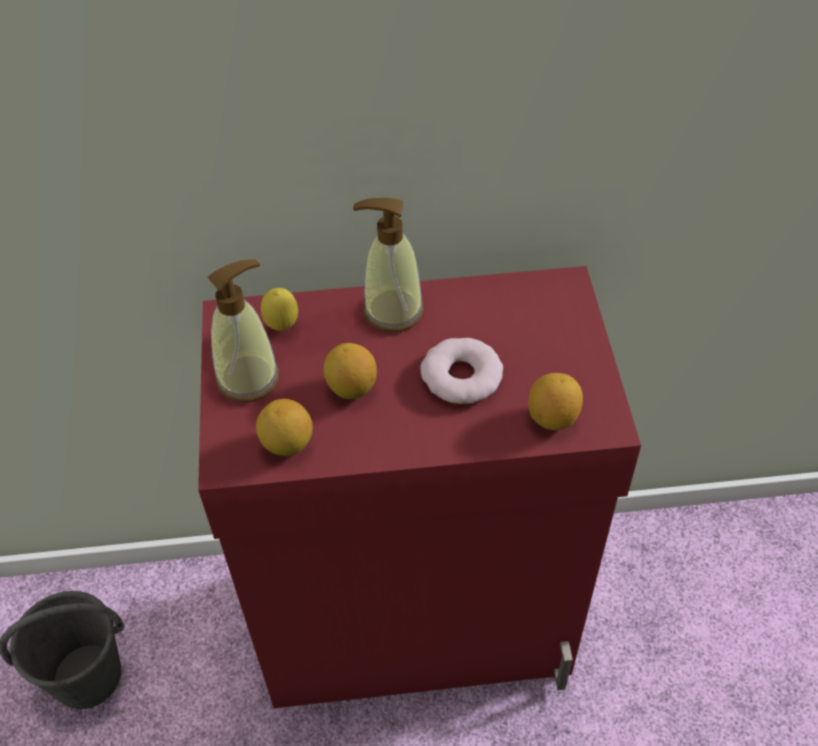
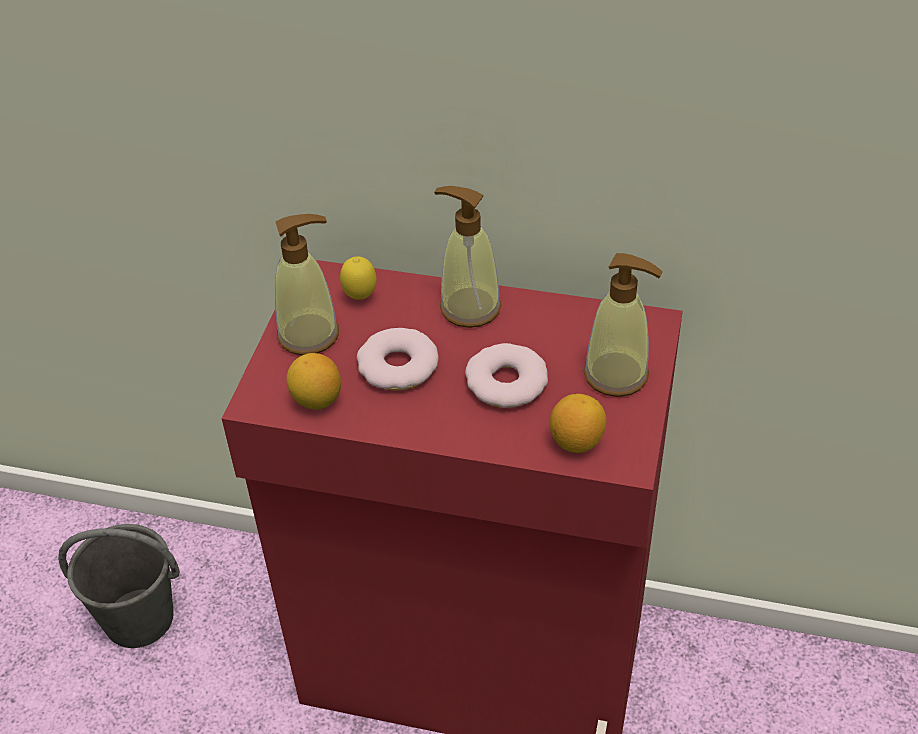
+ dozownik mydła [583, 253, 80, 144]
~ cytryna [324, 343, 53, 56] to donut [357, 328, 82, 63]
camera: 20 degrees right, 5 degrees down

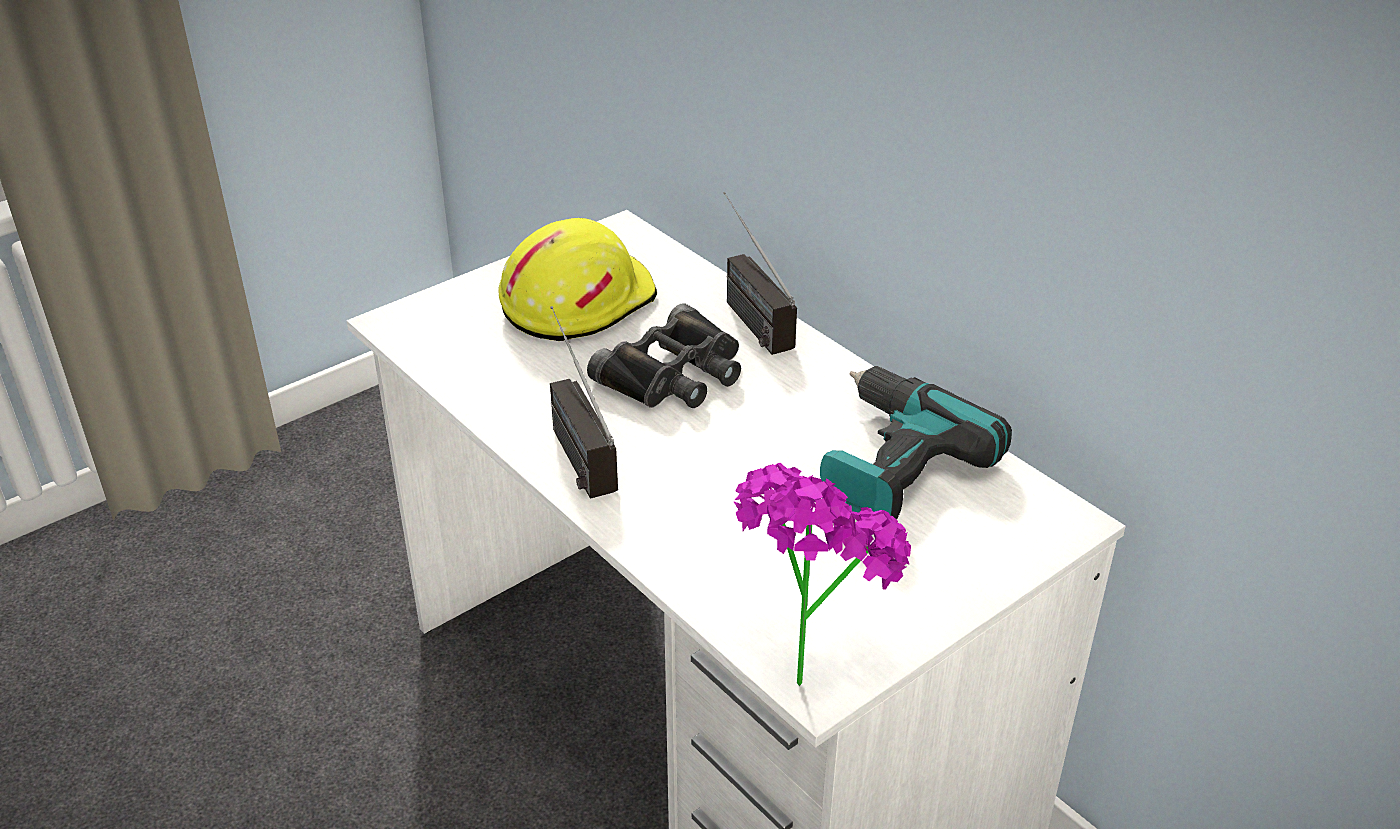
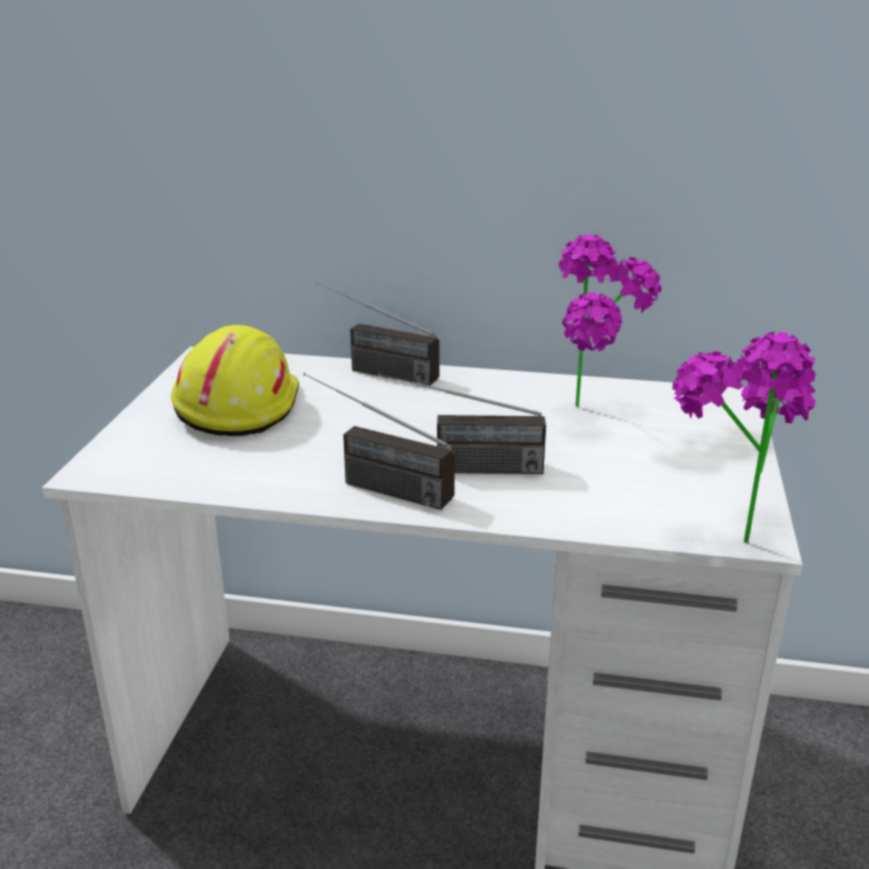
- lornetka [czarny] [587, 303, 154, 105]
+ radio [378, 373, 168, 101]
~ wiertarka [820, 366, 192, 154] to roślina doniczkowa [559, 234, 102, 173]
camera: 40 degrees left, 10 degrees down

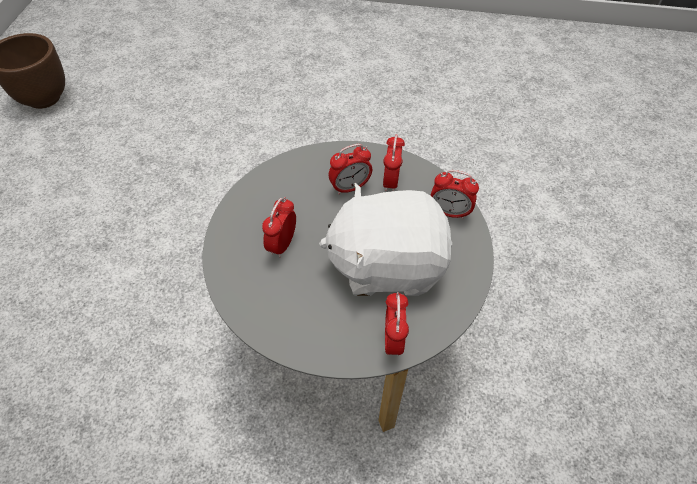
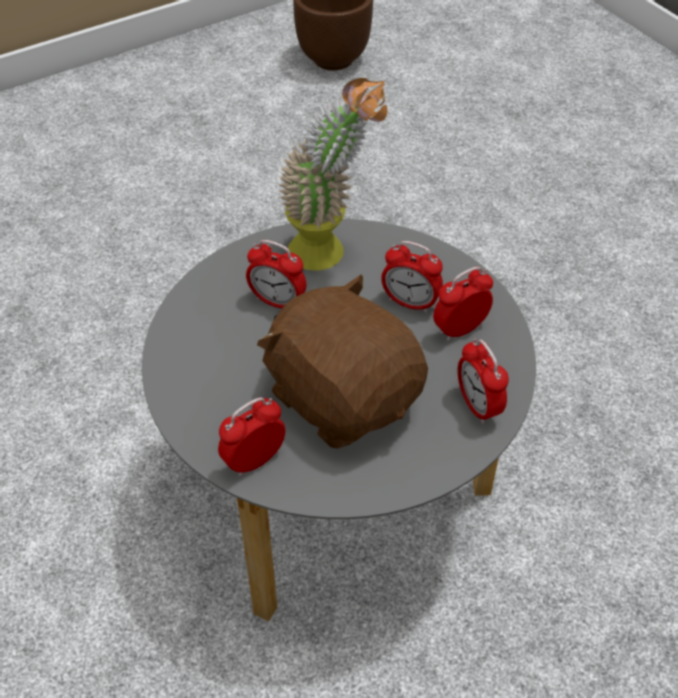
+ roślina doniczkowa [278, 78, 109, 193]
~ pluszak [biały] [319, 183, 133, 113] to pluszak [brązowy] [257, 275, 171, 174]
~ budzik [262, 197, 34, 60] = [246, 240, 60, 68] 135 degrees counterclockwise
camera: 50 degrees right, 5 degrees down

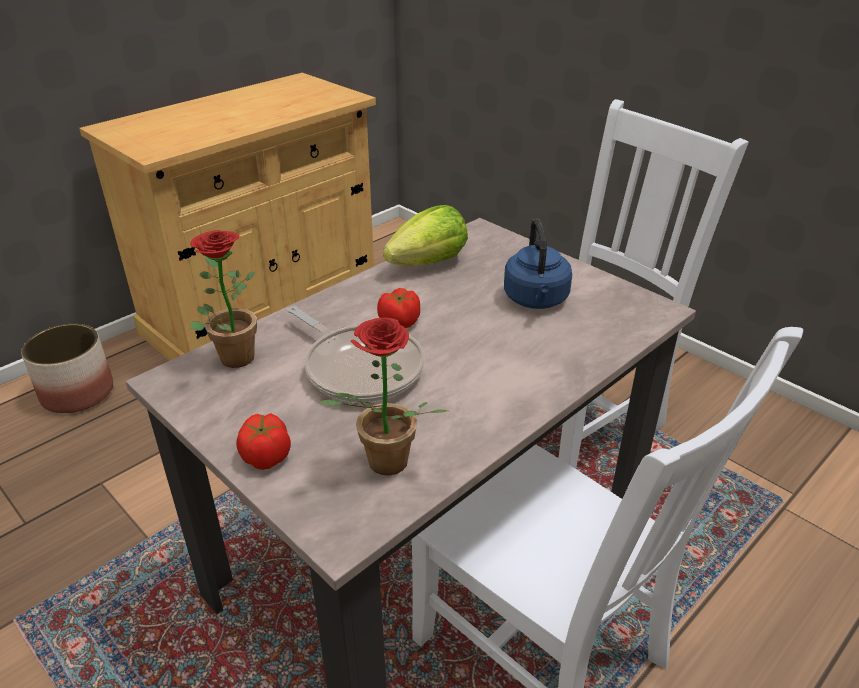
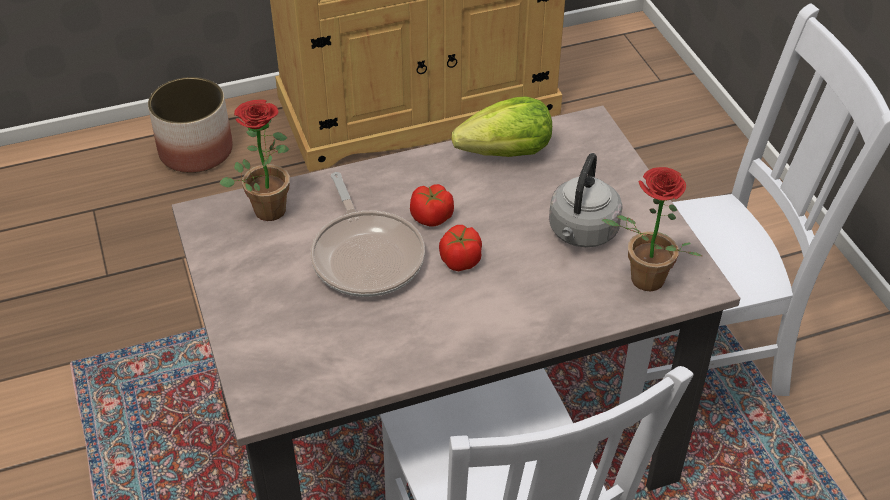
~ pomidor [236, 413, 55, 57] to [439, 225, 43, 46]
~ roślina doniczkowa [319, 318, 129, 158] to [601, 167, 102, 124]
~ czajnik [niebieski] [504, 218, 68, 91] to czajnik [szary] [549, 153, 74, 94]
camera: 25 degrees right, 10 degrees up

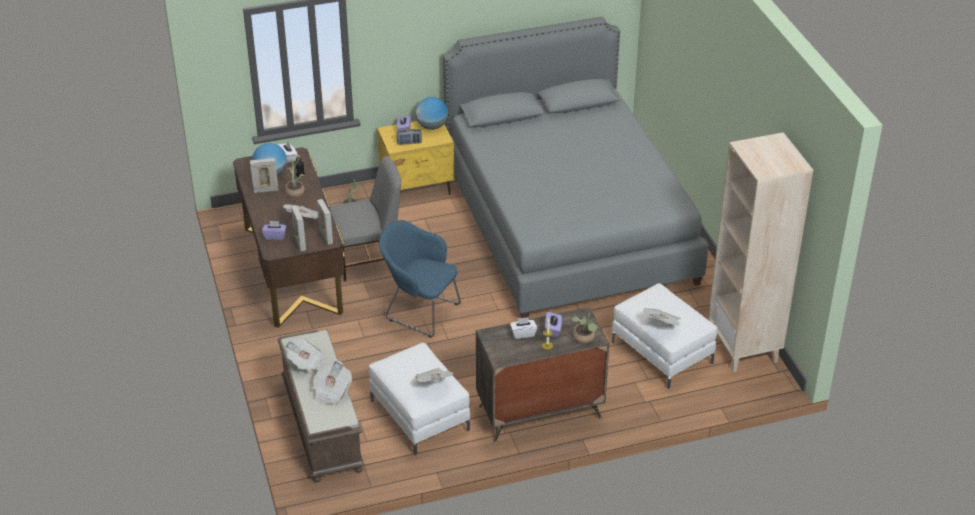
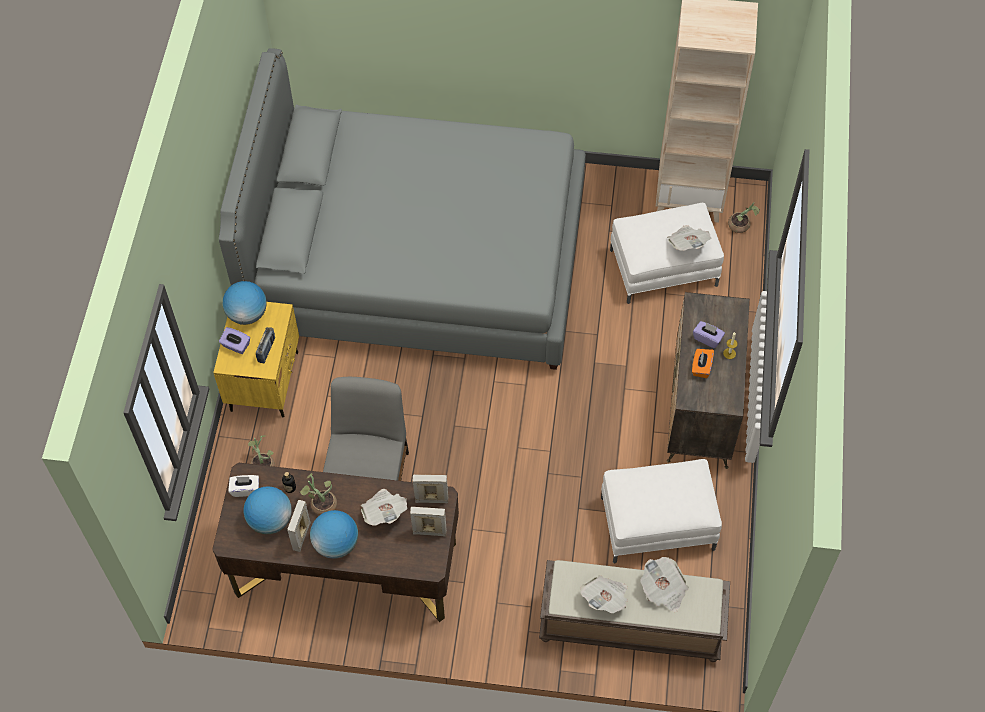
- pudełko chusteczek [fioletowy] [262, 221, 25, 19]
- fotel [niebieski] [379, 220, 82, 118]
- gazeta [415, 368, 39, 14]
+ globus [310, 510, 48, 49]
~ roślina doniczkowa [572, 313, 25, 30] to [728, 202, 32, 31]
~ pudełko chusteczek [biały] [510, 317, 27, 22] to pudełko chusteczek [pomarańczowy] [692, 349, 22, 29]
camera: 65 degrees left, 20 degrees up

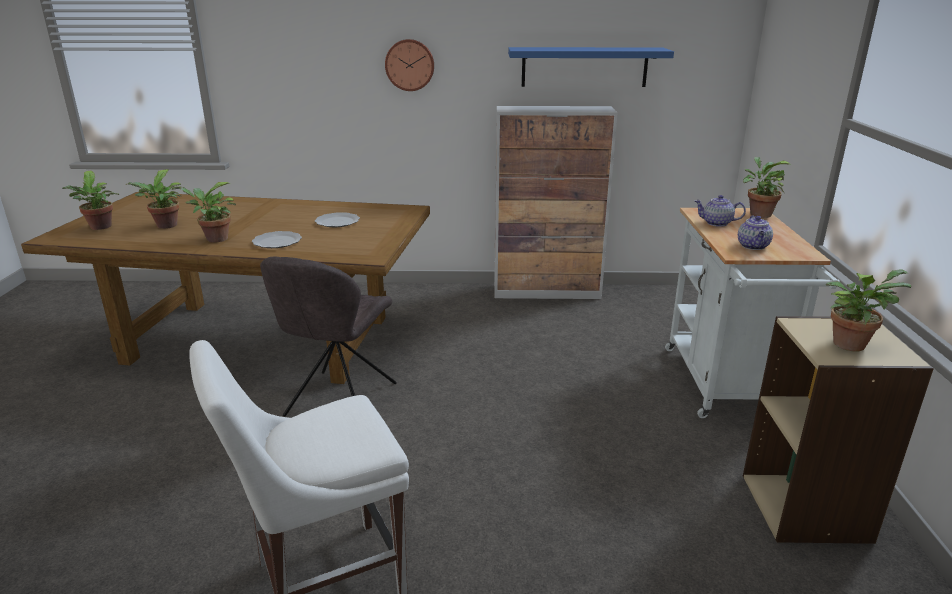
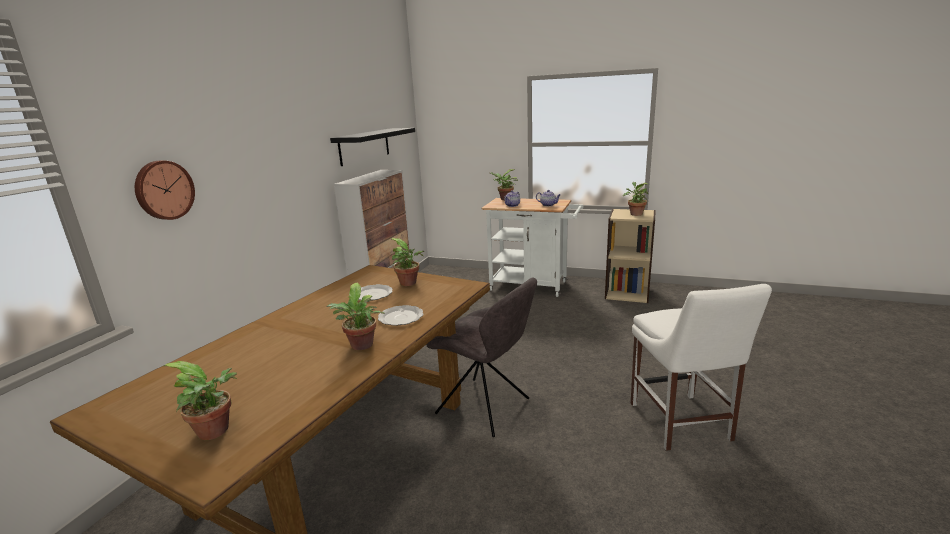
~ roślina doniczkowa [126, 169, 56, 60] to [391, 238, 33, 48]
~ zegar ścienny [385, 39, 49, 52] to [135, 161, 60, 59]
~ półka [niebieski] [508, 47, 166, 40] to półka [czarny] [330, 128, 85, 38]
camera: 70 degrees left, 5 degrees down

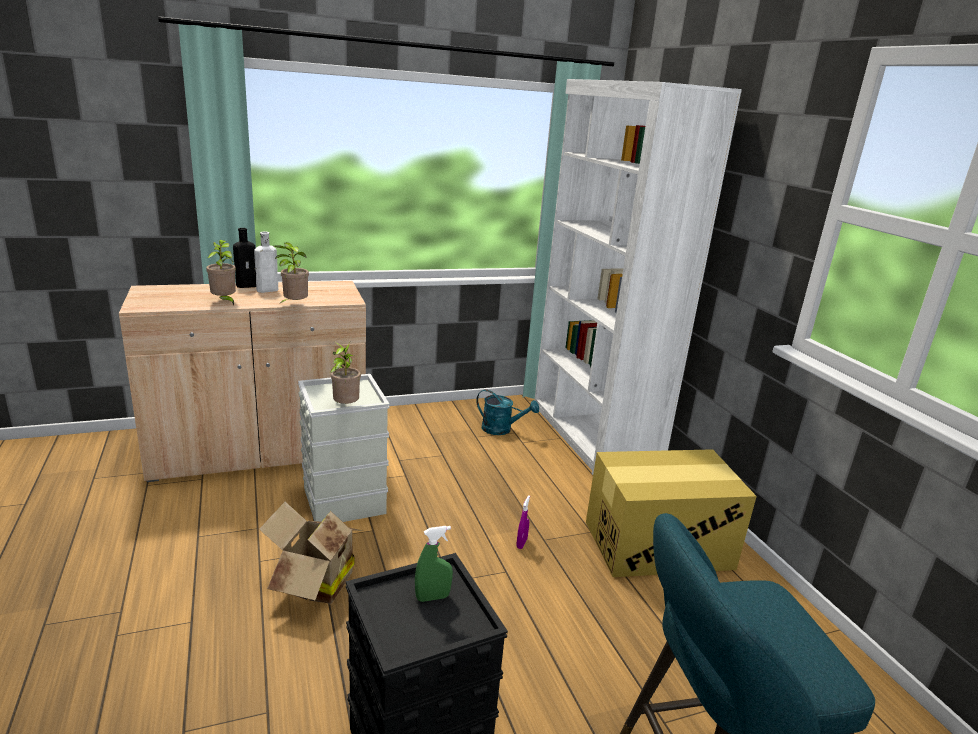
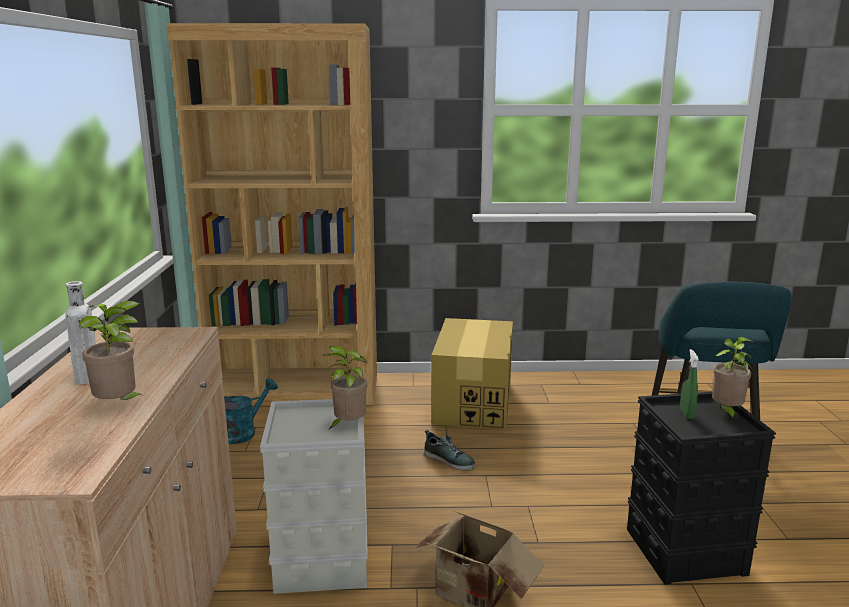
- butelka [czarny] [233, 228, 23, 60]
~ roślina doniczkowa [274, 242, 35, 61] to [712, 337, 41, 85]
~ spryskiwacz [fioletowy] [516, 495, 14, 54] to but [424, 430, 51, 41]
~ regał [biały] [535, 79, 207, 396] to regał [brązowy] [167, 23, 210, 382]
camera: 70 degrees left, 5 degrees down

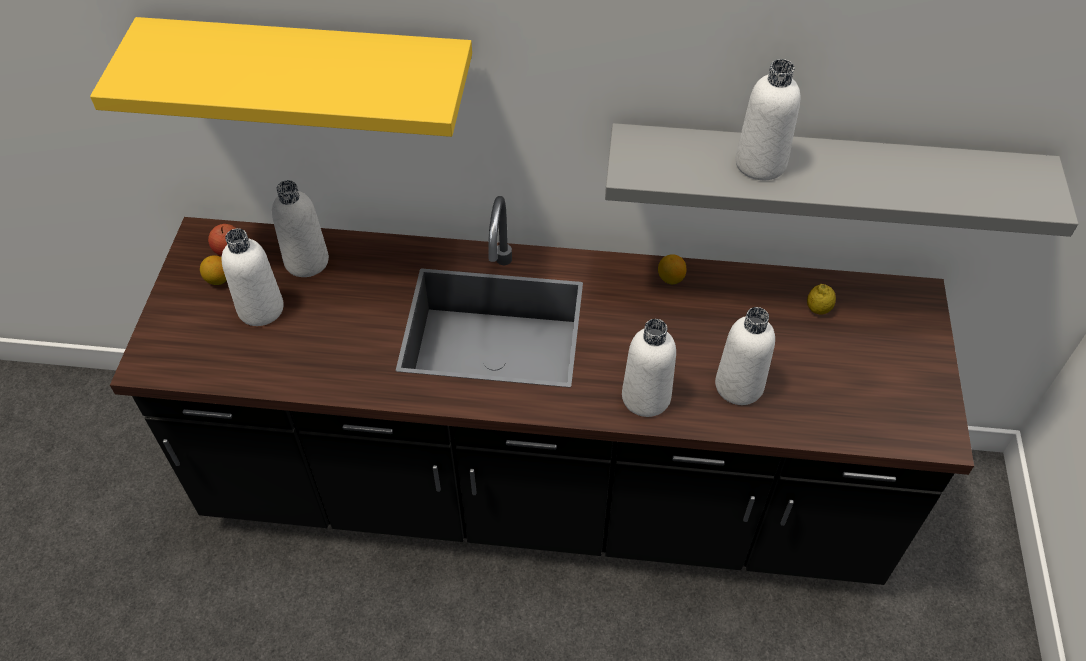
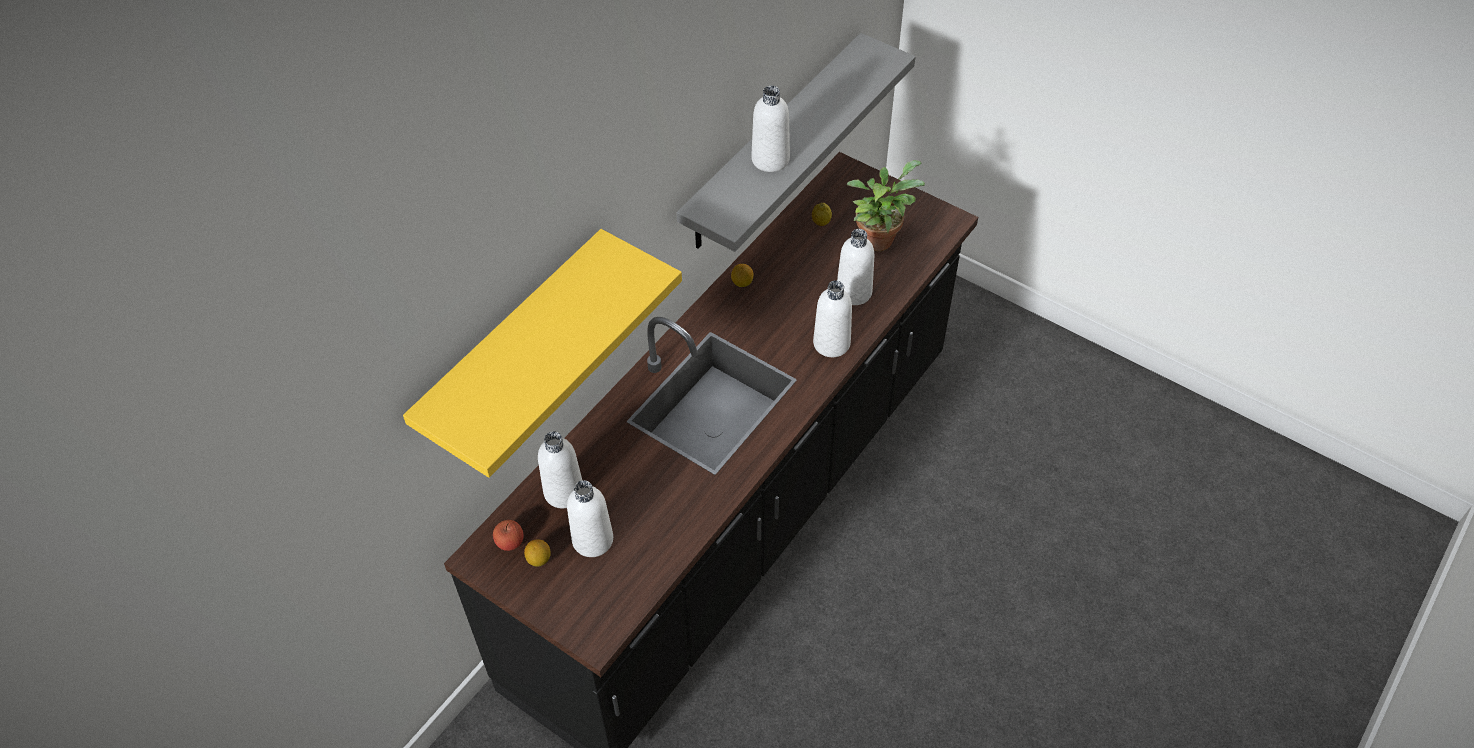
+ roślina doniczkowa [847, 160, 78, 91]
camera: 60 degrees left, 0 degrees up

